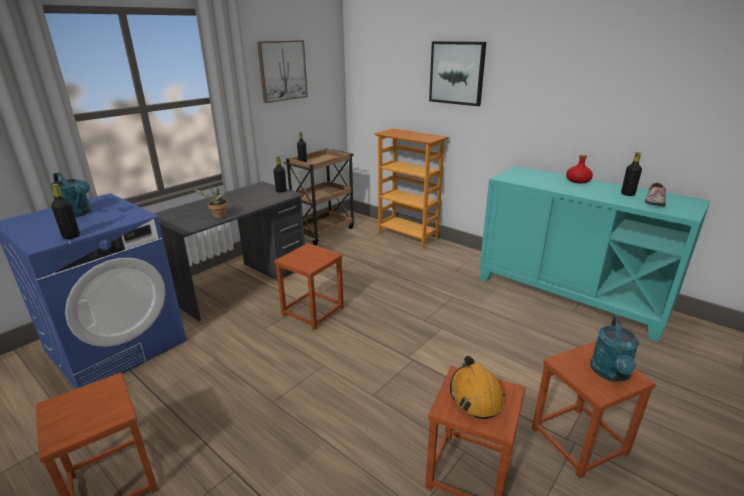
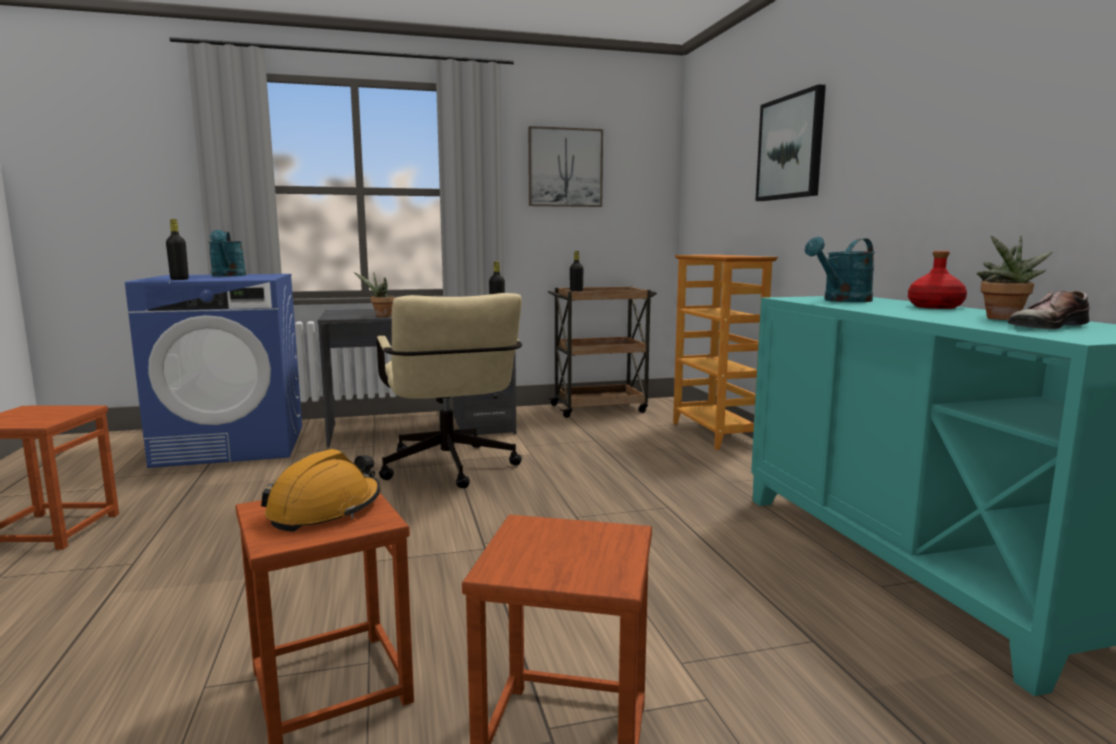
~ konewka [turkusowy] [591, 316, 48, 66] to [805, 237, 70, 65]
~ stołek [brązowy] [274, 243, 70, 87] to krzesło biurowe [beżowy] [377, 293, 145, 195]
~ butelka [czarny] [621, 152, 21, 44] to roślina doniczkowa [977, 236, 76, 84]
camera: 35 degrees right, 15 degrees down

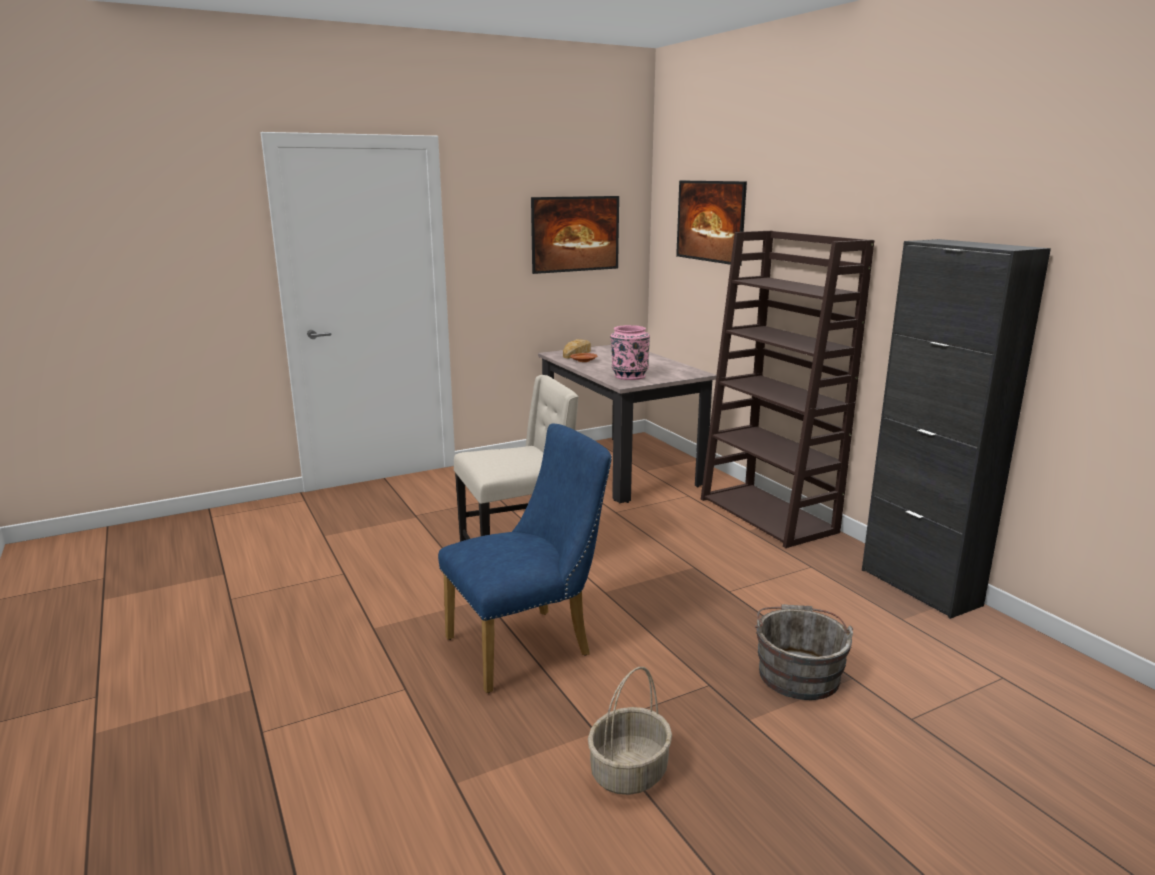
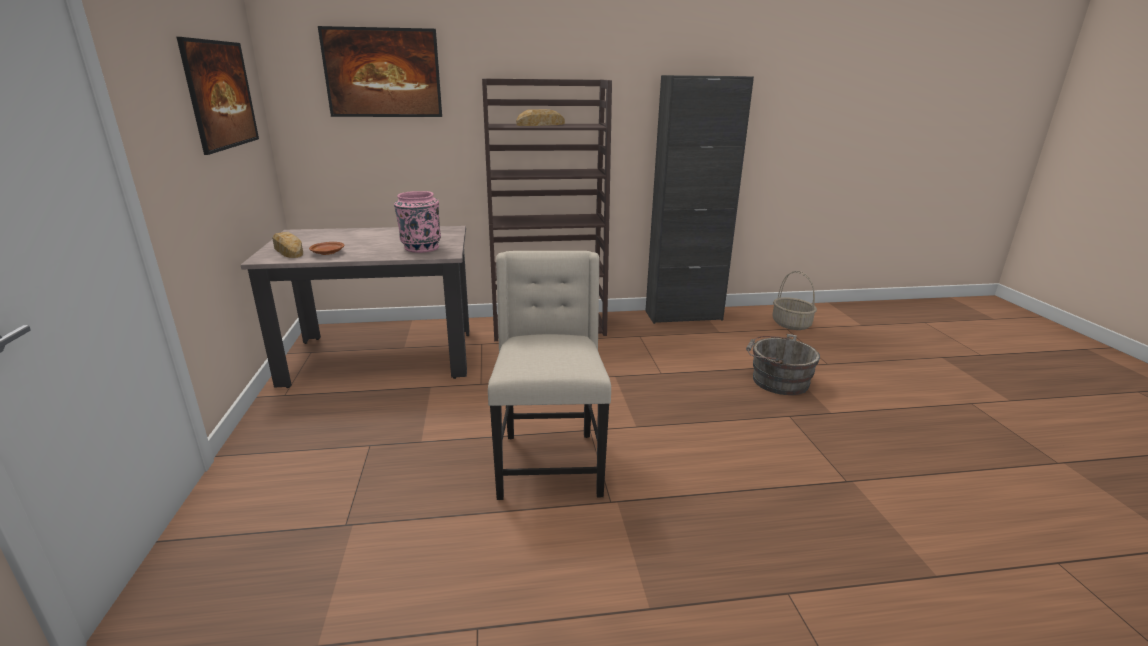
- krzesło [niebieski] [438, 424, 174, 269]
+ chleb [516, 109, 49, 17]
~ koszyk [588, 667, 84, 128] to [772, 271, 45, 59]
camera: 70 degrees left, 5 degrees up

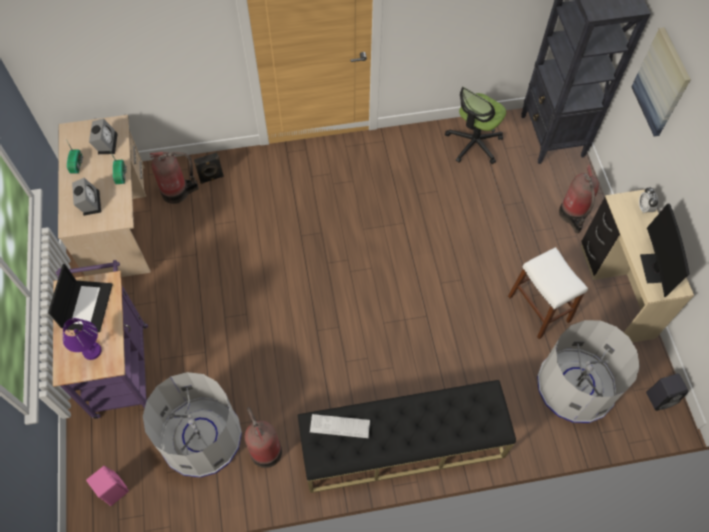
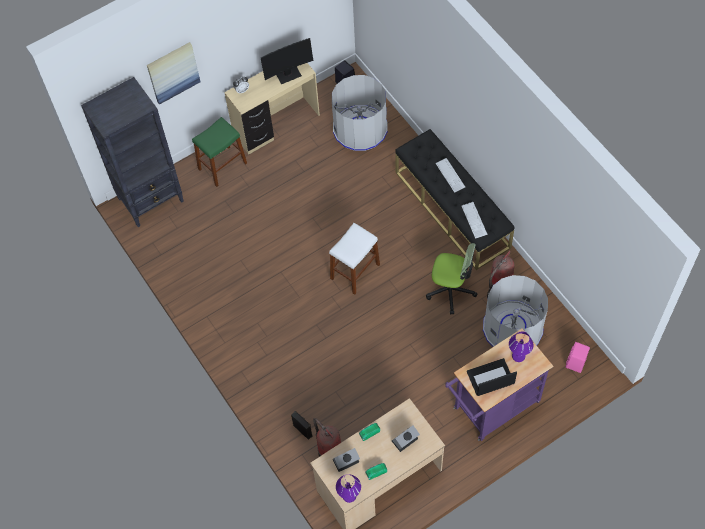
+ lampa stołowa [fioletowy] [336, 474, 25, 29]
+ klawiatura [435, 158, 30, 35]
~ krzesło biurowe [445, 87, 61, 77] to [426, 243, 51, 71]
~ stołek [biały] [508, 247, 80, 92] to [329, 223, 51, 72]
~ gaśnica [559, 165, 40, 68] to stołek [zielony] [192, 117, 55, 70]
camera: 110 degrees left, 0 degrees up

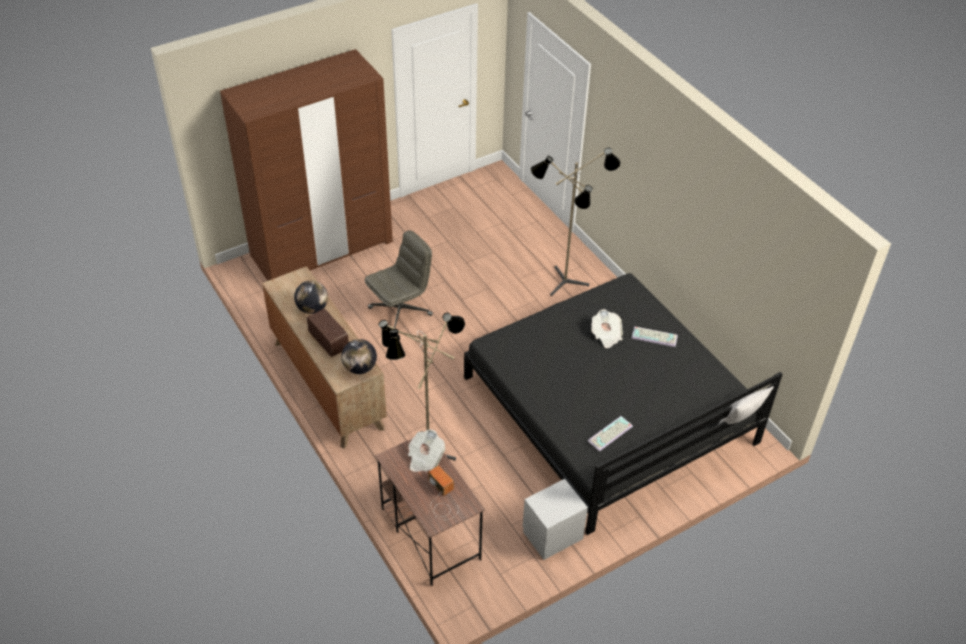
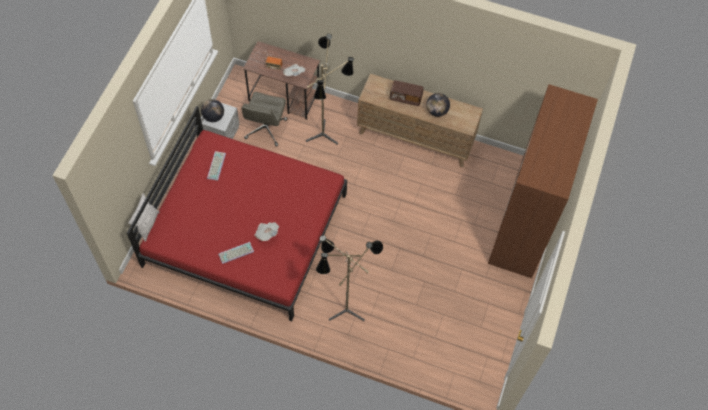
~ globus [341, 339, 36, 35] to [201, 99, 23, 23]
~ krzesło biurowe [szary] [365, 230, 68, 99] to [242, 92, 46, 54]
~ łóżko [czarny] [464, 273, 319, 262] to łóżko [czerwony] [127, 106, 220, 215]
camera: 140 degrees right, 15 degrees up

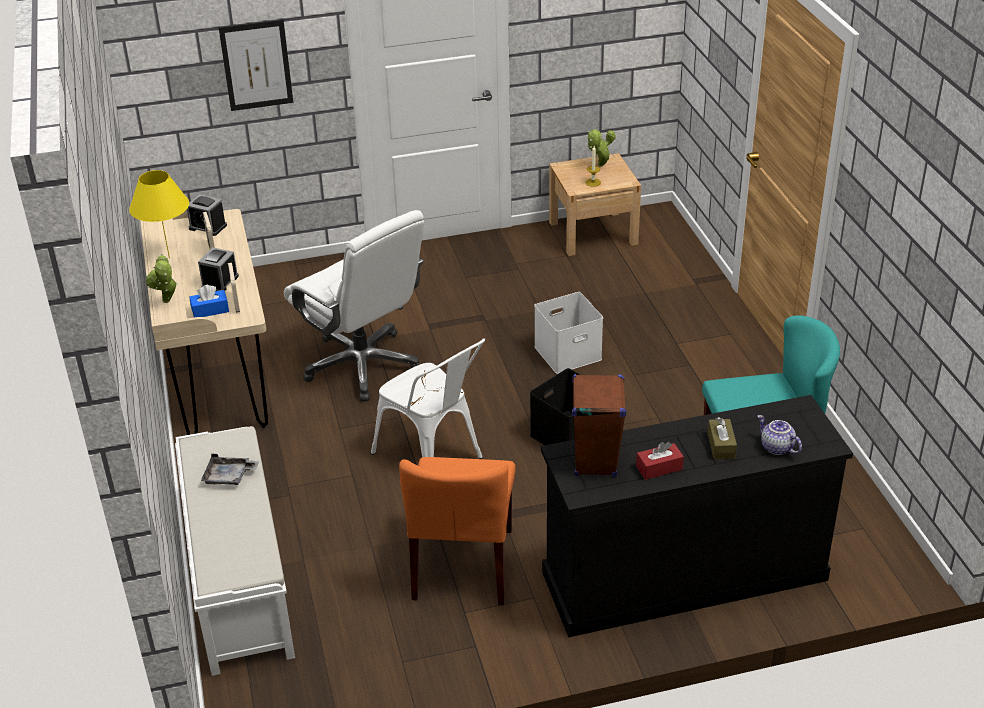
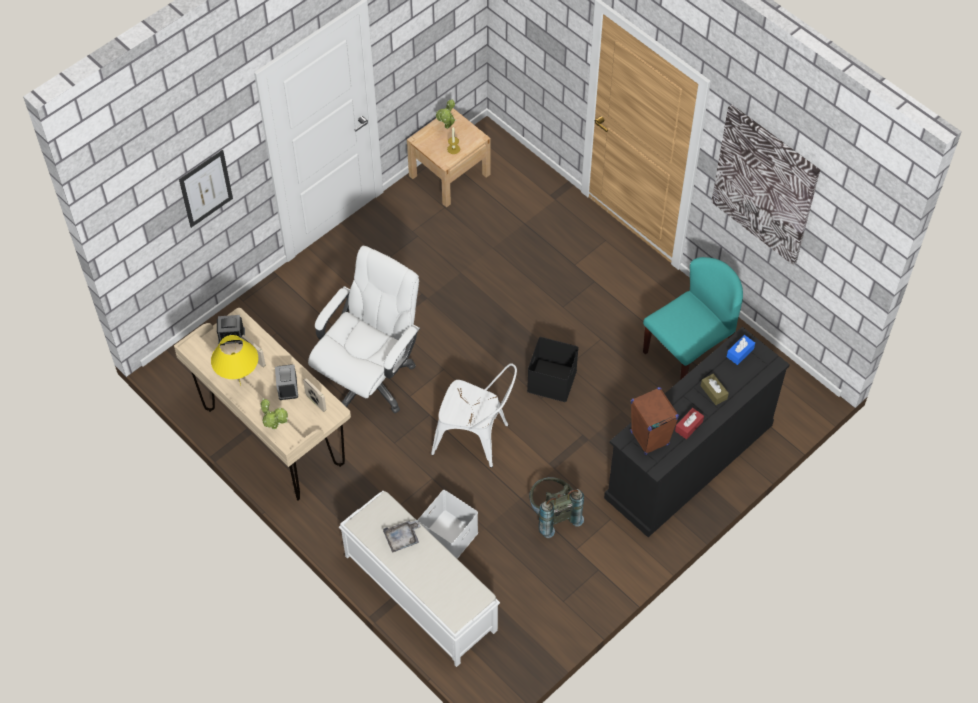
- imbryk [757, 415, 45, 40]
+ obraz [711, 105, 109, 160]
~ pudełko chusteczek [niebieski] [190, 285, 39, 32] to [727, 335, 28, 30]
~ pojemnik do przechowywania [biały] [534, 292, 69, 82] to [418, 490, 60, 69]
~ krzesło [pomarańczowy] [399, 457, 117, 148] to plecak [szary] [529, 477, 55, 61]
~ krzesło biurowe [biały] [284, 210, 140, 192] = [308, 246, 112, 167] 75 degrees counterclockwise
camera: 30 degrees left, 20 degrees up

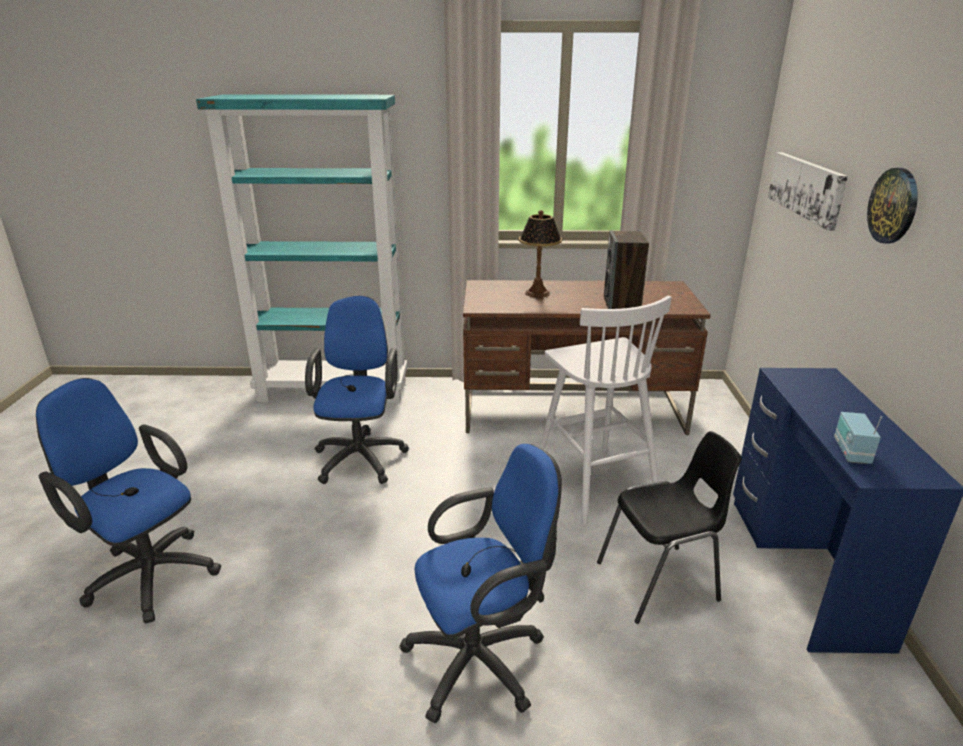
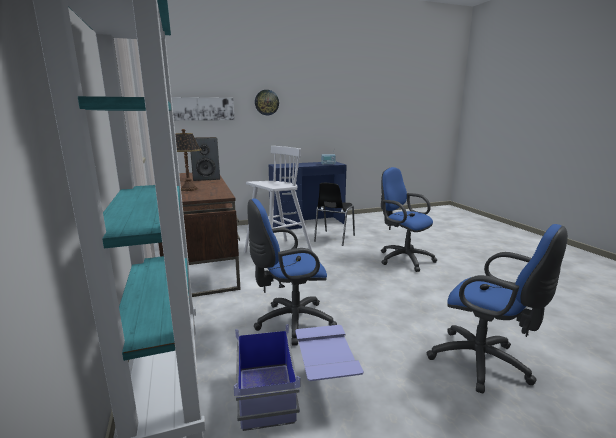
+ pojemnik do przechowywania [niebieski] [234, 324, 130, 107]
~ krzesło biurowe [niebieski] [36, 378, 185, 245] = [427, 224, 141, 169] 60 degrees counterclockwise
~ krzesło [czarny] [597, 431, 145, 193] = [314, 183, 41, 63] 120 degrees counterclockwise
camera: 110 degrees left, 10 degrees down

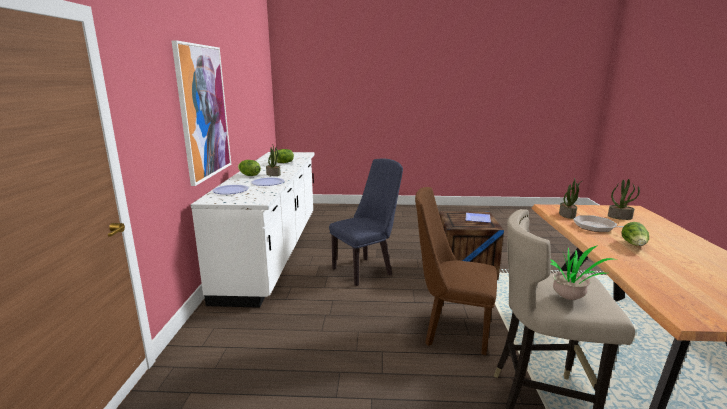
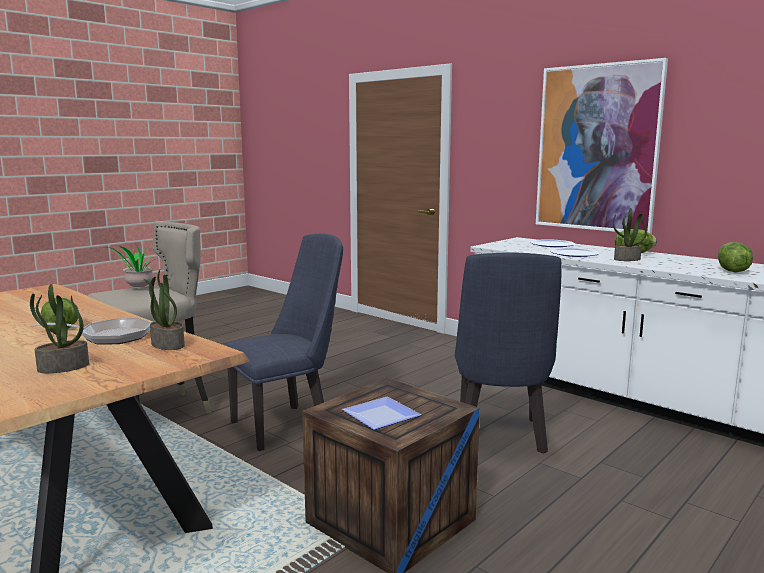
~ krzesło [brązowy] [415, 187, 82, 168] to krzesło [niebieski] [225, 234, 118, 217]
camera: 130 degrees right, 5 degrees down

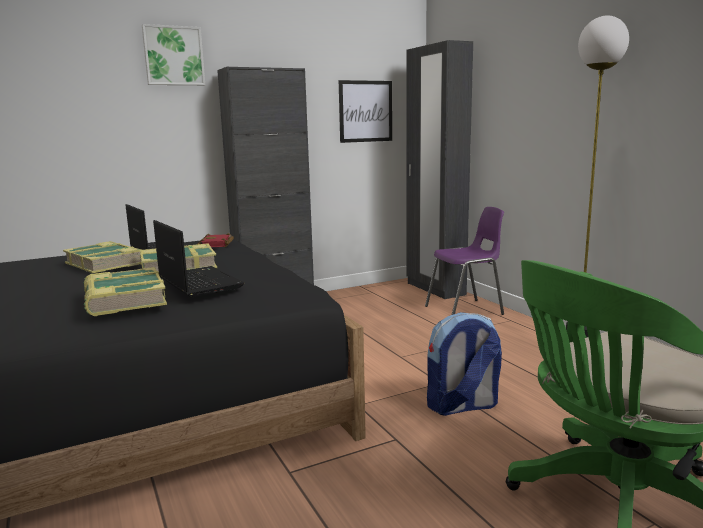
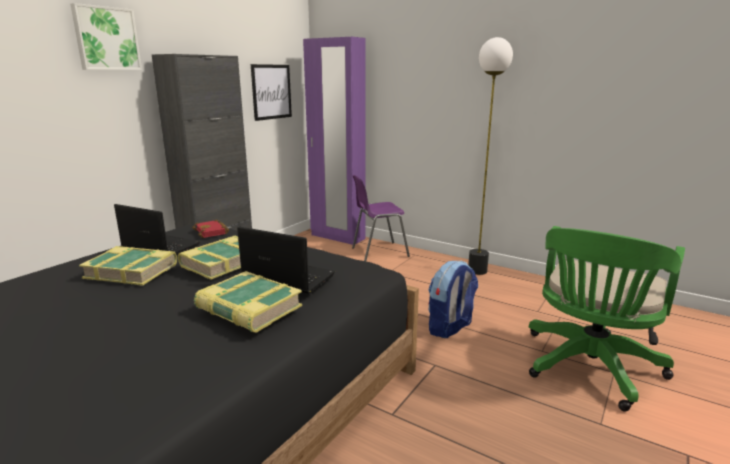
~ szafa [czarny] [406, 40, 67, 259] to szafa [fioletowy] [303, 37, 63, 208]
~ krzesło [fioletowy] [425, 207, 79, 108] = [352, 175, 58, 86] 150 degrees counterclockwise
camera: 30 degrees left, 5 degrees up

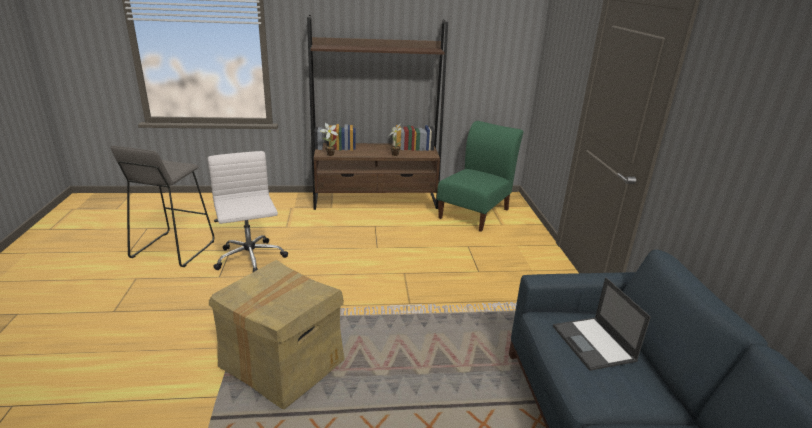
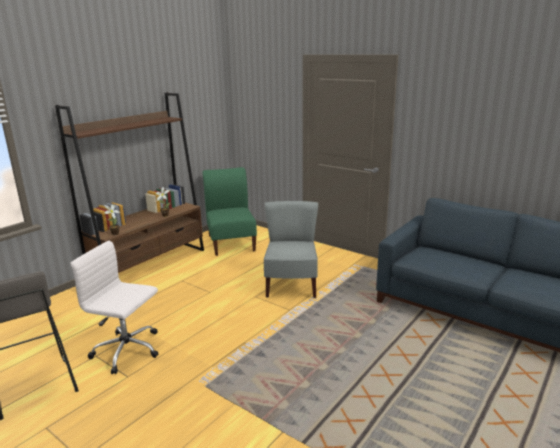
- karton [209, 260, 135, 149]
- laptop [553, 277, 98, 94]
+ krzesło [szary] [264, 201, 54, 97]
camera: 45 degrees left, 5 degrees down

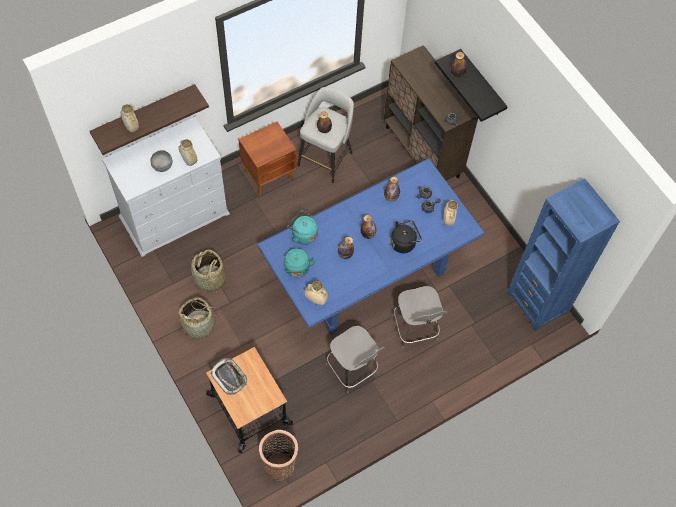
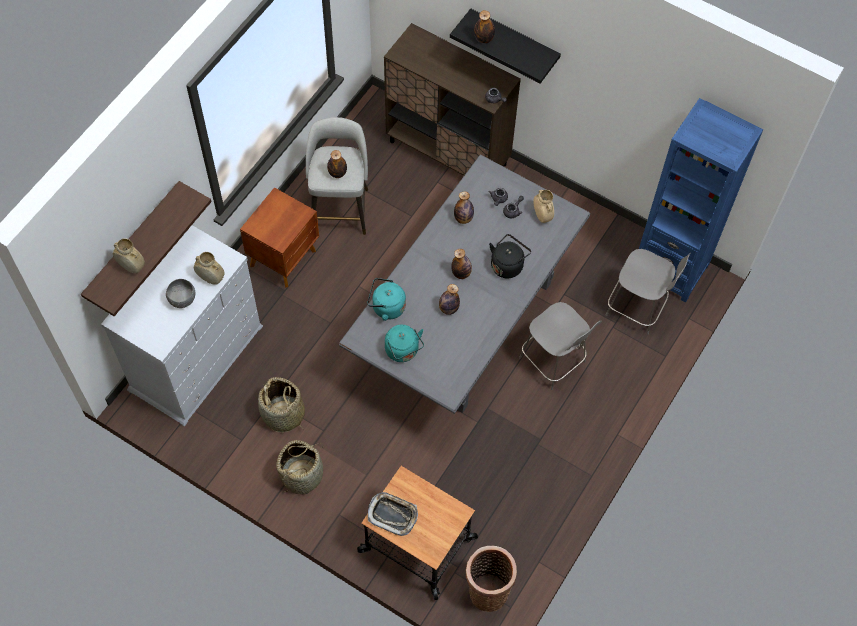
- wazon [beżowy] [305, 281, 23, 24]
~ krzesło [szary] [325, 326, 60, 68] to [606, 249, 84, 86]
~ stół jadalny [niebieski] [257, 158, 228, 177] to stół jadalny [szary] [339, 154, 251, 260]
camera: 25 degrees left, 0 degrees up

